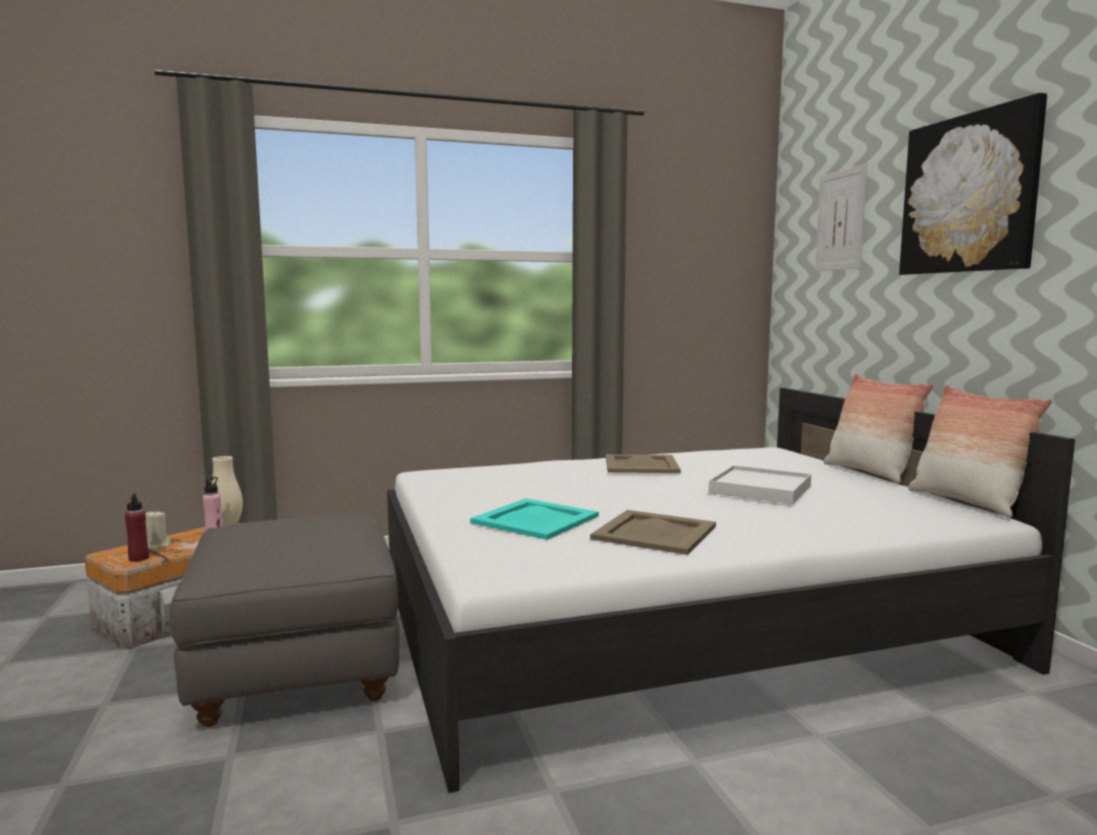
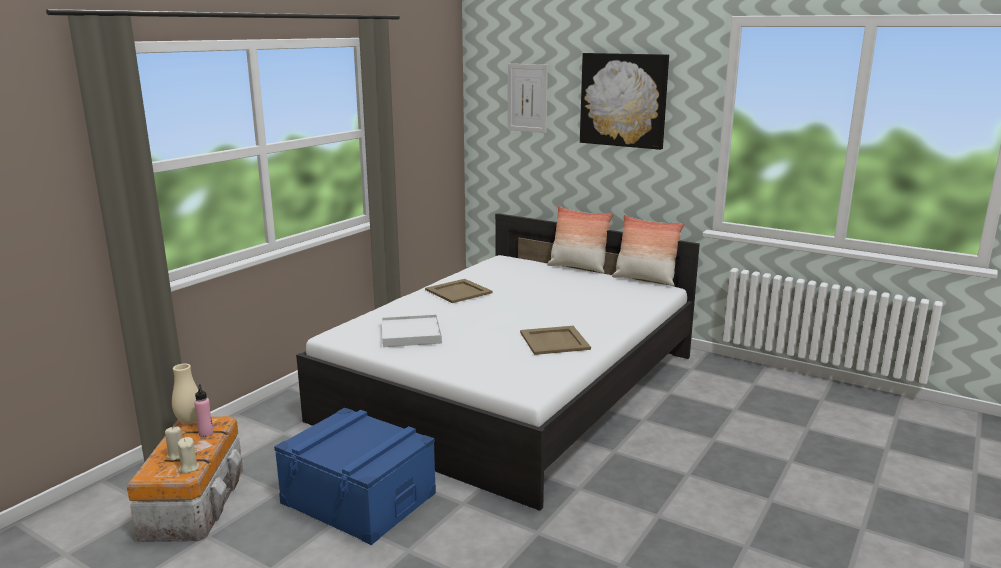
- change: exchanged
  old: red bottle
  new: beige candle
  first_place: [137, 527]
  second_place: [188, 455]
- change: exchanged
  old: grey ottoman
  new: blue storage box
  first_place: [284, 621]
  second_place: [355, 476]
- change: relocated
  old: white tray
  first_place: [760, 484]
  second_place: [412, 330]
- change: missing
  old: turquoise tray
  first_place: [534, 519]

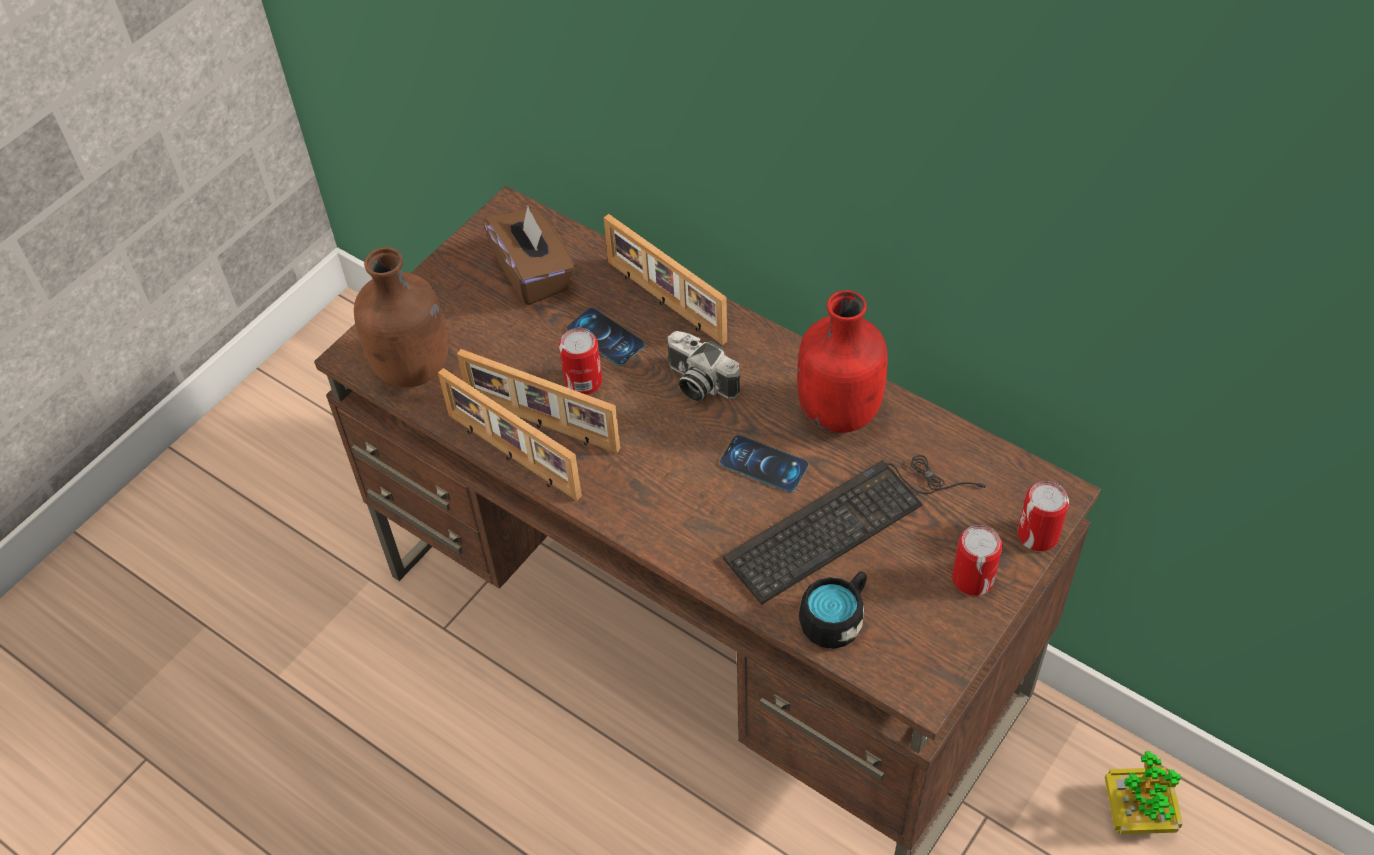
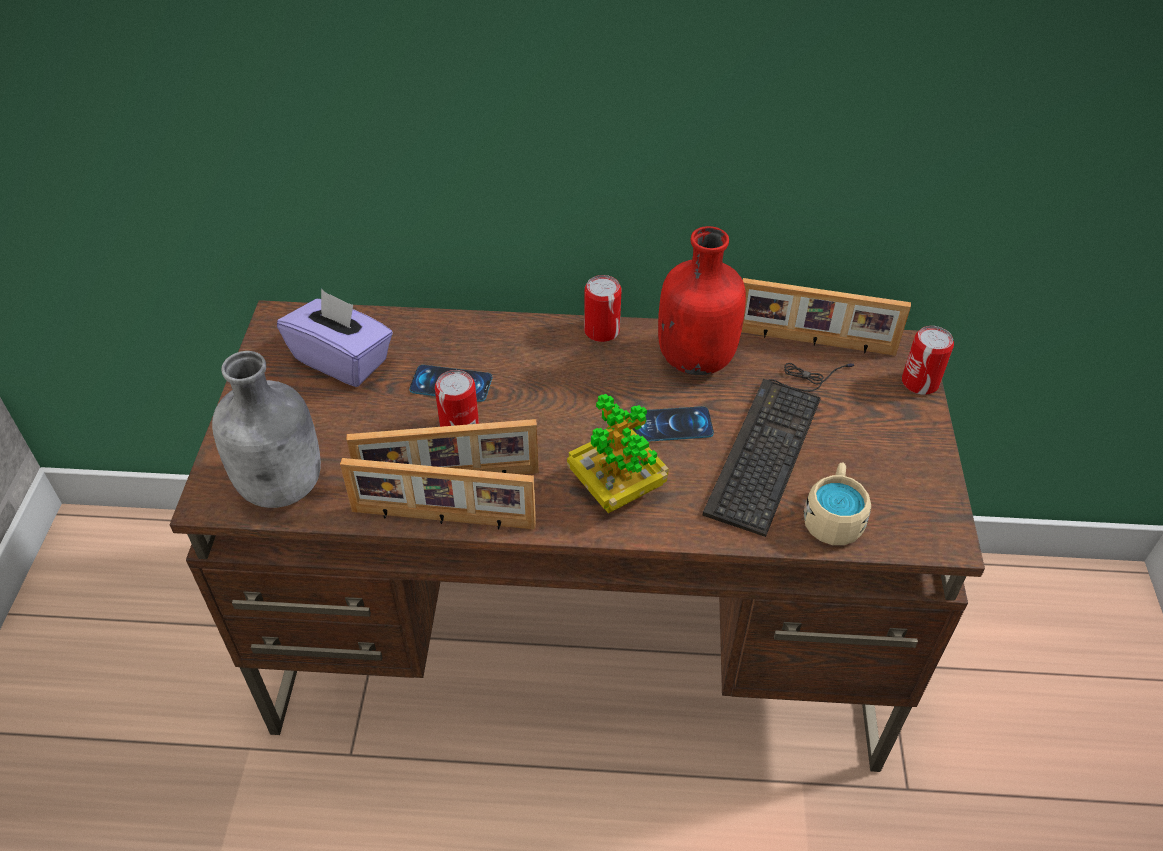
- change: colour
  old: brown bottle
  new: grey bottle
  first_place: [401, 317]
  second_place: [266, 429]
- change: colour
  old: brown tissue box
  new: purple tissue box
  first_place: [529, 255]
  second_place: [335, 338]
- change: relocated
  old: potted plant
  first_place: [1144, 792]
  second_place: [618, 453]
- change: relocated
  old: can
  first_place: [977, 560]
  second_place: [602, 308]
- change: relocated
  old: picture frame
  first_place: [665, 279]
  second_place: [826, 317]
- change: colour
  old: black mug
  new: beige mug
  first_place: [833, 610]
  second_place: [837, 503]
- change: missing
  old: photo camera
  first_place: [703, 366]

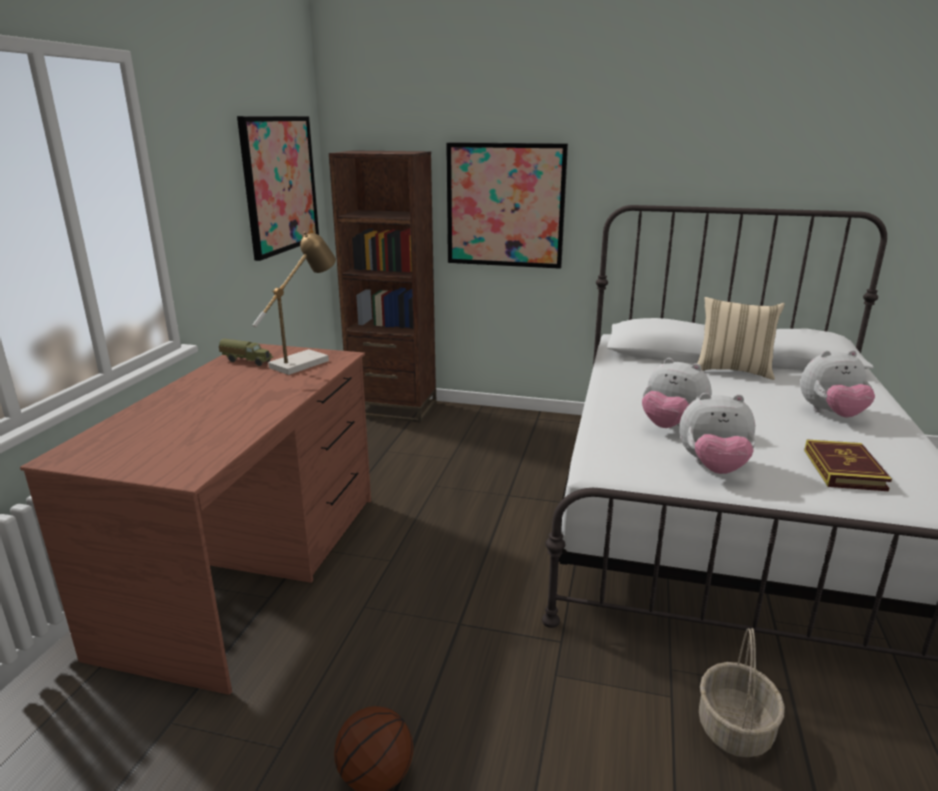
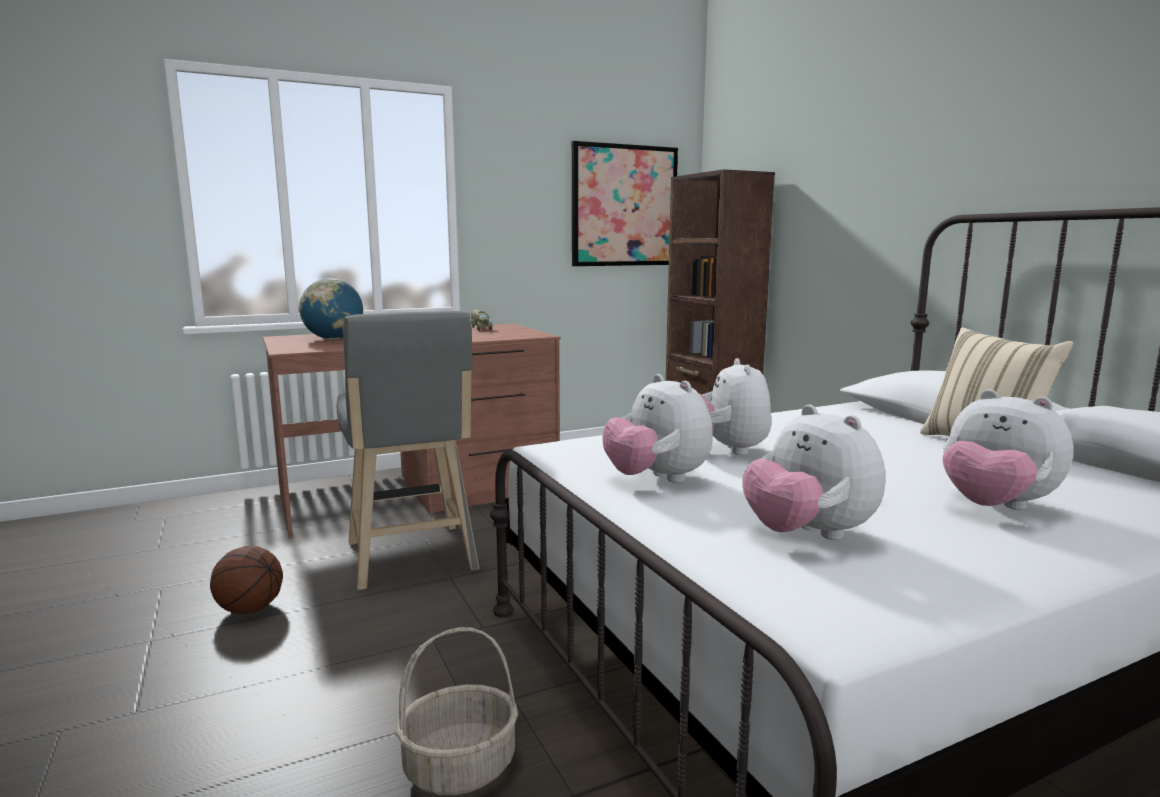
- change: appeared
  new: globe
  second_place: [331, 308]
- change: appeared
  new: grey stool
  second_place: [408, 450]
- change: exchanged
  old: book
  new: plush toy
  first_place: [848, 465]
  second_place: [813, 472]
- change: missing
  old: table lamp
  first_place: [294, 303]
- change: missing
  old: picture
  first_place: [507, 205]

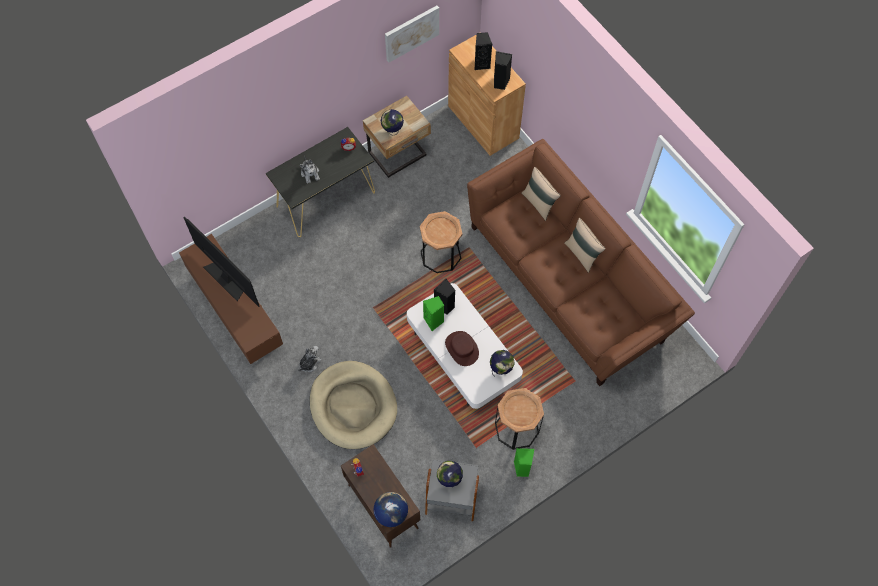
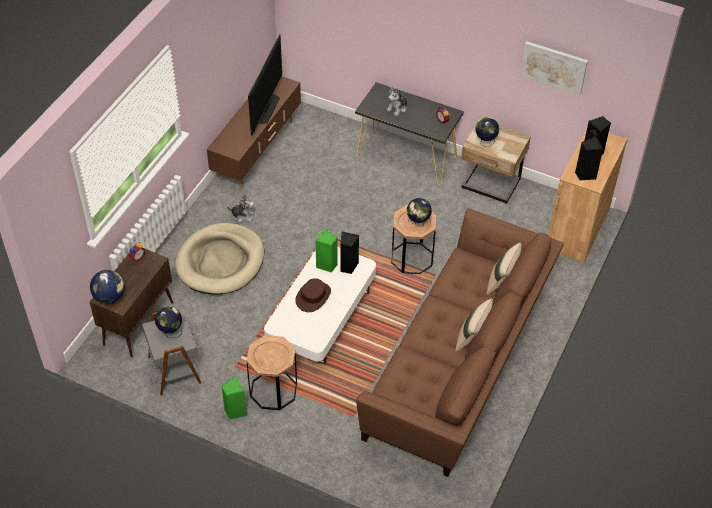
- change: relocated
  old: globe
  first_place: [502, 363]
  second_place: [419, 212]

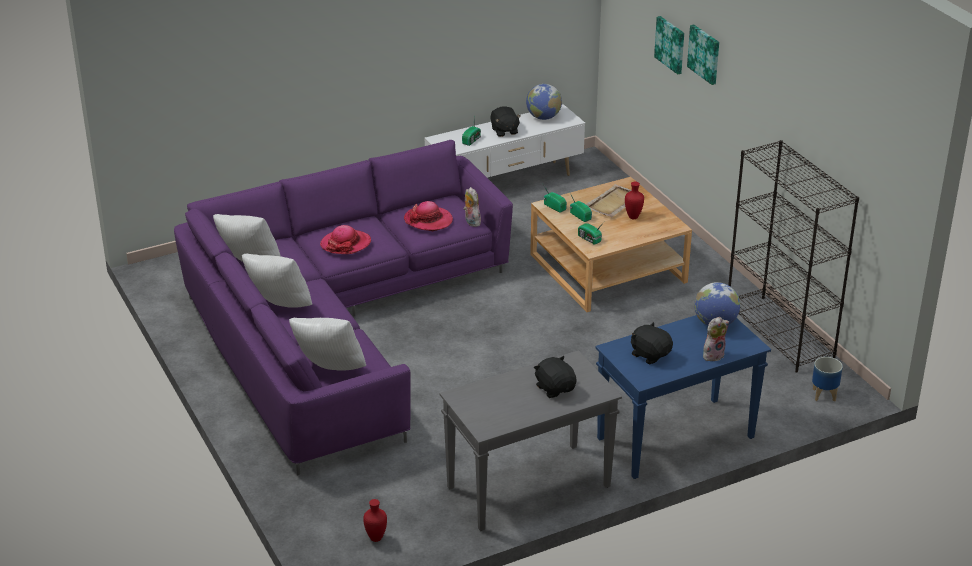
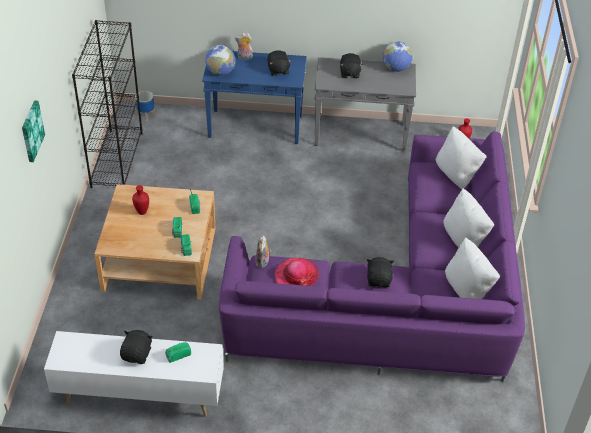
- change: exchanged
  old: hat
  new: black plush toy
  first_place: [345, 239]
  second_place: [380, 272]
- change: relocated
  old: globe
  first_place: [544, 102]
  second_place: [398, 57]
- change: missing
  old: beige tray
  first_place: [614, 200]
- change: missing
  old: picture
  first_place: [669, 45]

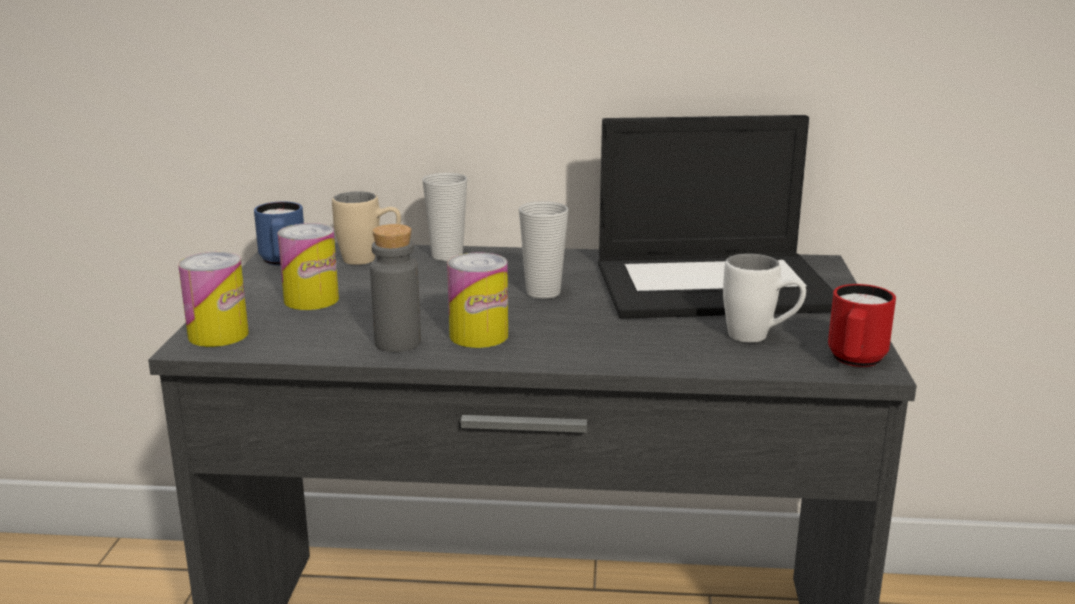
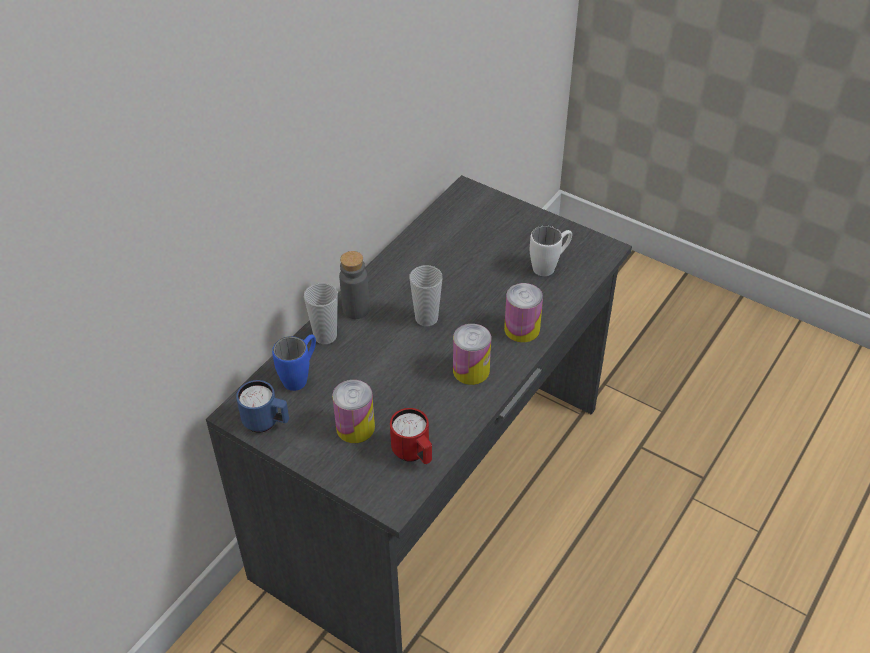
- change: colour
  old: beige mug
  new: blue mug
  first_place: [366, 228]
  second_place: [294, 362]
- change: relocated
  old: grey bottle
  first_place: [395, 288]
  second_place: [354, 285]
- change: relocated
  old: red mug
  first_place: [862, 325]
  second_place: [411, 436]
- change: relocated
  old: can
  first_place: [213, 299]
  second_place: [523, 312]
- change: missing
  old: laptop
  first_place: [716, 217]

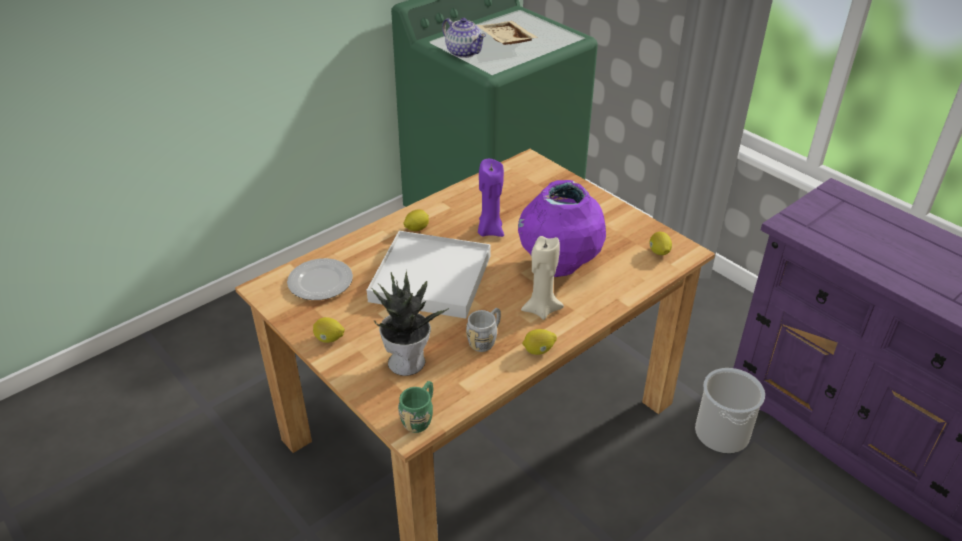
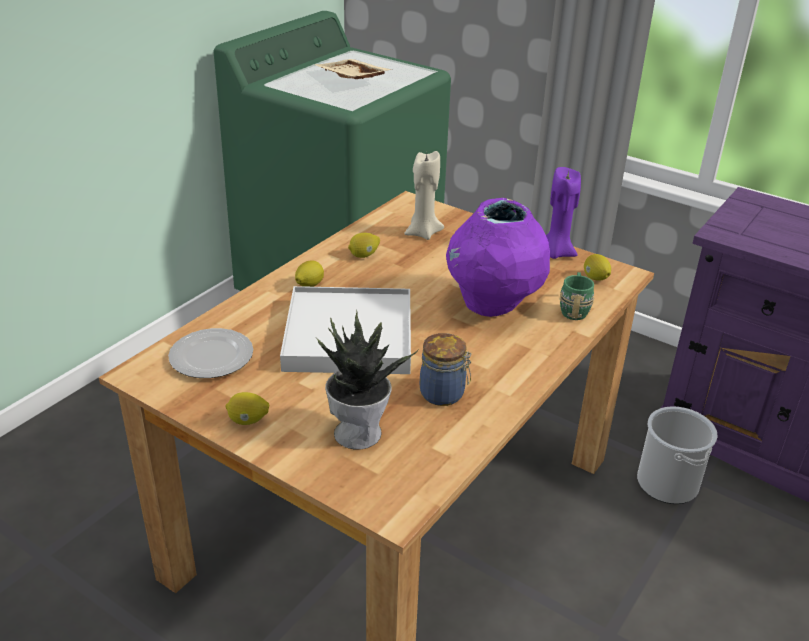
- change: relocated
  old: lemon
  first_place: [539, 342]
  second_place: [364, 245]
- change: relocated
  old: beige candle
  first_place: [542, 278]
  second_place: [424, 195]
- change: exchanged
  old: grey mug
  new: jar
  first_place: [483, 330]
  second_place: [446, 369]
- change: relocated
  old: purple candle
  first_place: [491, 198]
  second_place: [563, 213]
- change: relocated
  old: green mug
  first_place: [415, 407]
  second_place: [577, 296]
- change: missing
  old: teapot
  first_place: [464, 38]

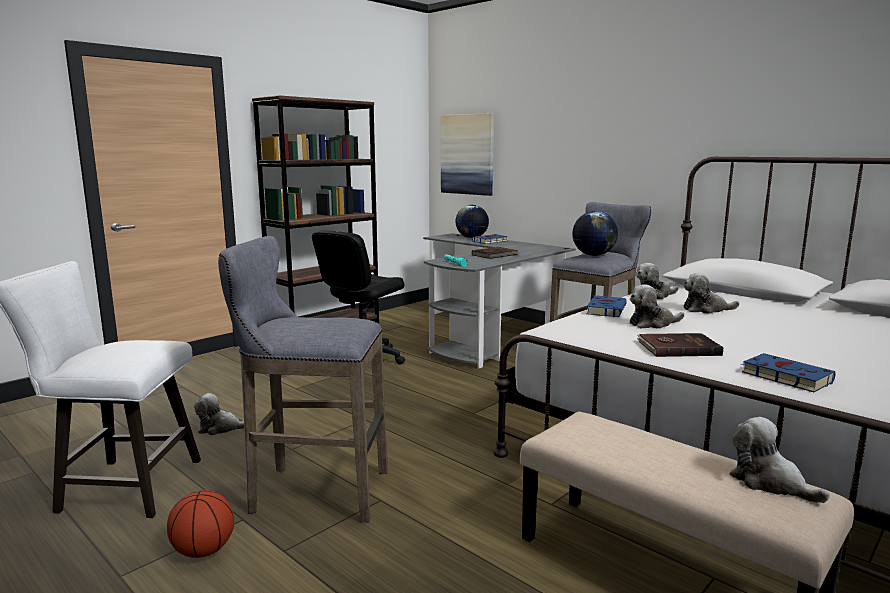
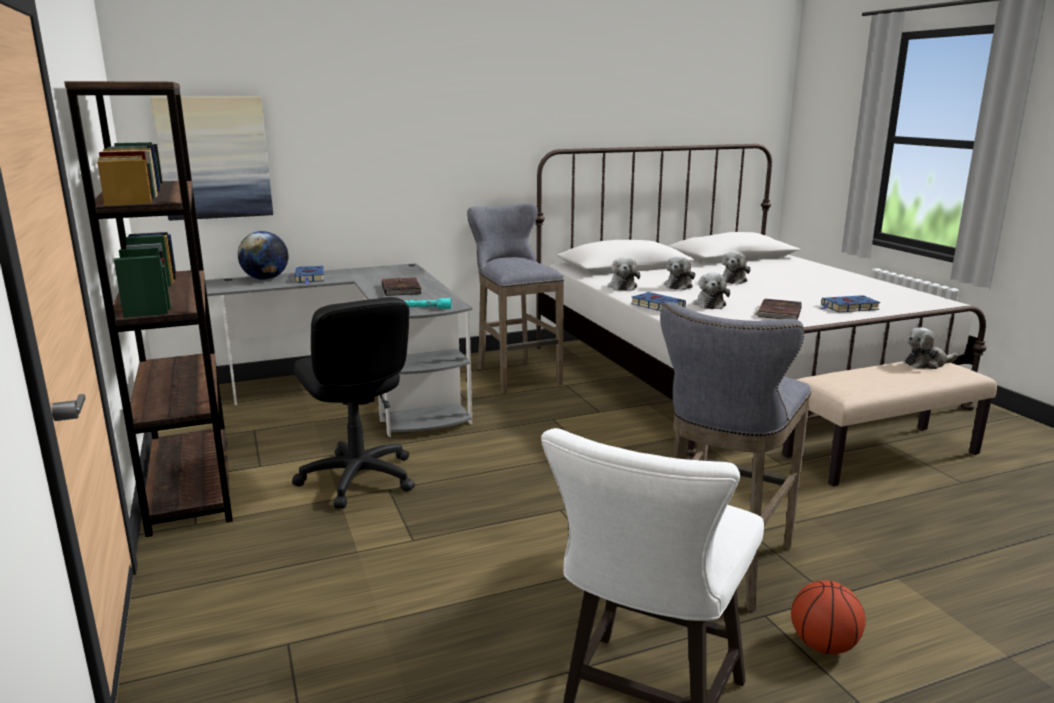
- change: relocated
  old: plush toy
  first_place: [219, 414]
  second_place: [736, 267]
- change: missing
  old: globe
  first_place: [595, 233]

